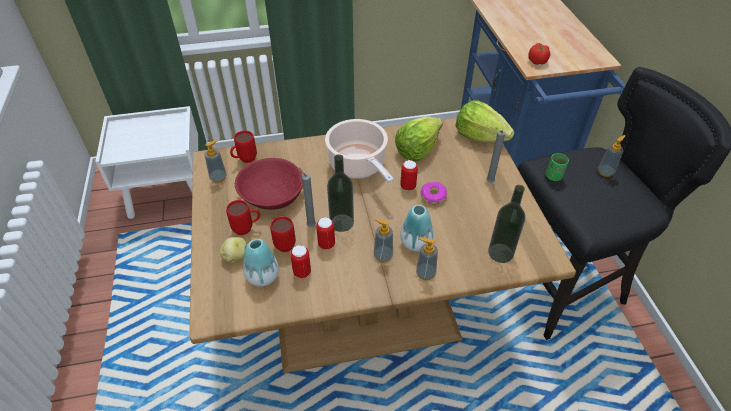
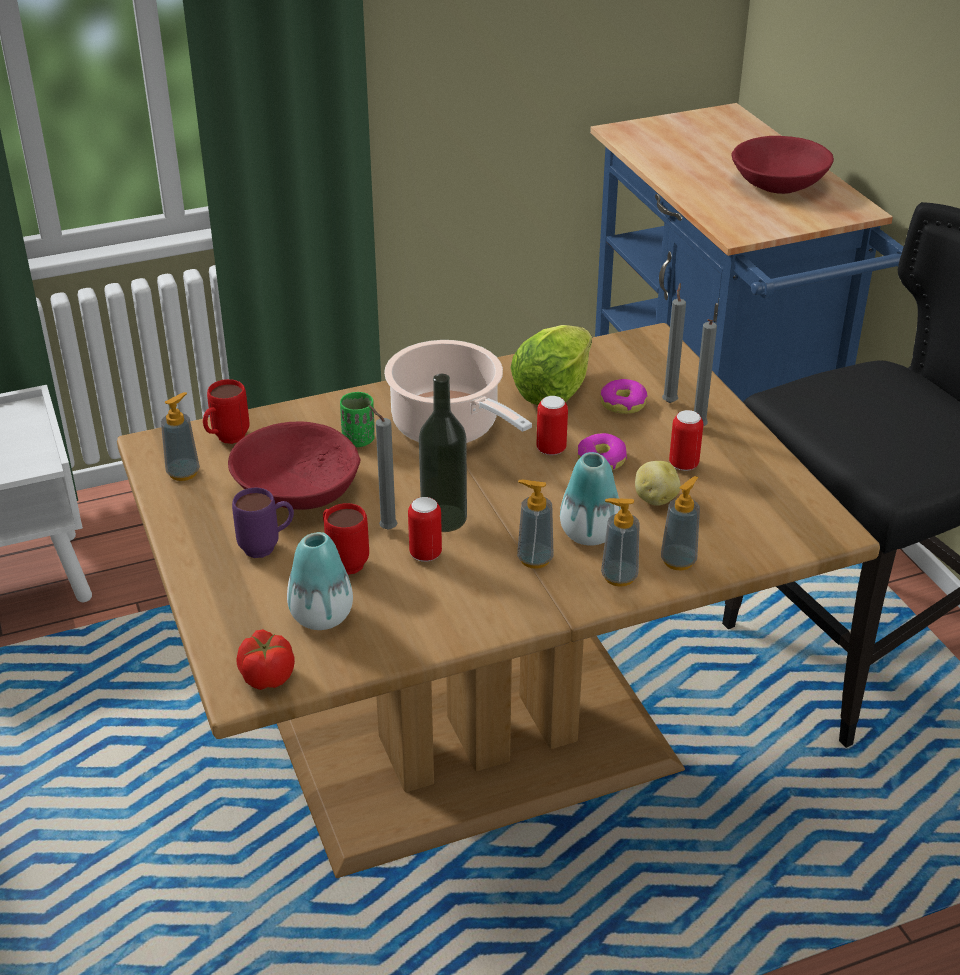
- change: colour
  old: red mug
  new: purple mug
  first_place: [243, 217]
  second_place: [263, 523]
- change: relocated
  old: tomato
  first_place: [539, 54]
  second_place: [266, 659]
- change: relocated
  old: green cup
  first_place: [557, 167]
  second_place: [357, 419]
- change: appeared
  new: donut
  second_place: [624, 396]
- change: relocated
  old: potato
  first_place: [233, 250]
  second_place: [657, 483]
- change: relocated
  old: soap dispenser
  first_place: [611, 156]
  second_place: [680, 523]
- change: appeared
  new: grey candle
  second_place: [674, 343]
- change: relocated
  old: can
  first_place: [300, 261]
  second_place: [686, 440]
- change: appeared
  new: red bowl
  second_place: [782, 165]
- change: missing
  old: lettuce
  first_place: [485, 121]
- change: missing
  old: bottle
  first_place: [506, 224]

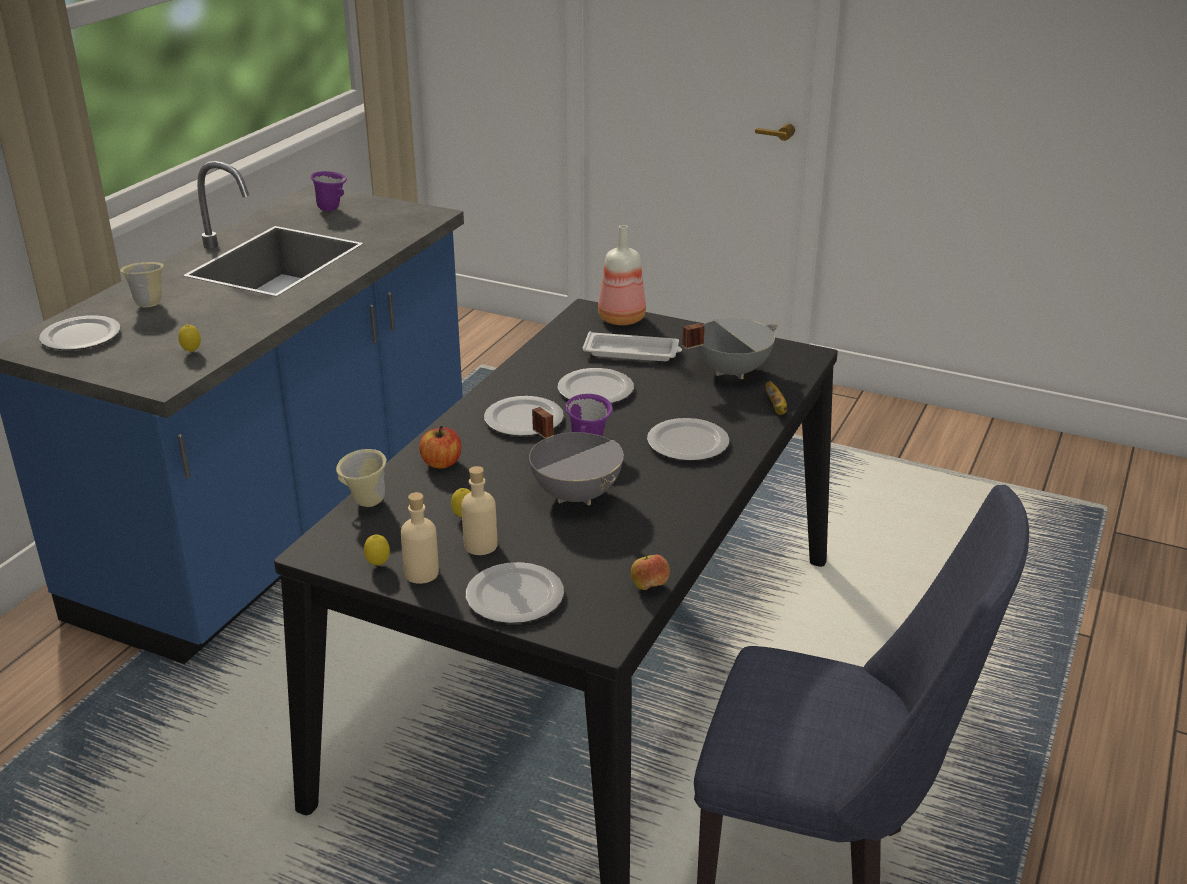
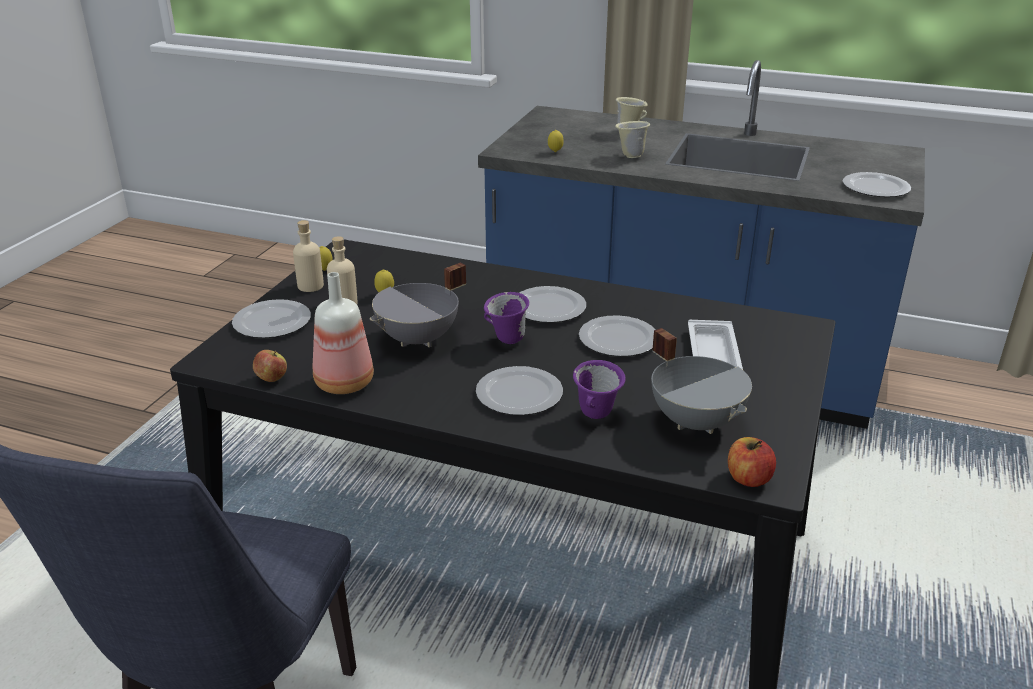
- change: relocated
  old: bottle
  first_place: [622, 275]
  second_place: [343, 333]
- change: relocated
  old: purple mug
  first_place: [329, 191]
  second_place: [599, 389]
- change: relocated
  old: beige mug
  first_place: [361, 478]
  second_place: [632, 139]
- change: relocated
  old: apple
  first_place: [440, 447]
  second_place: [752, 462]
- change: relocated
  old: plate
  first_place: [79, 332]
  second_place: [877, 184]
- change: missing
  old: banana
  first_place: [776, 398]

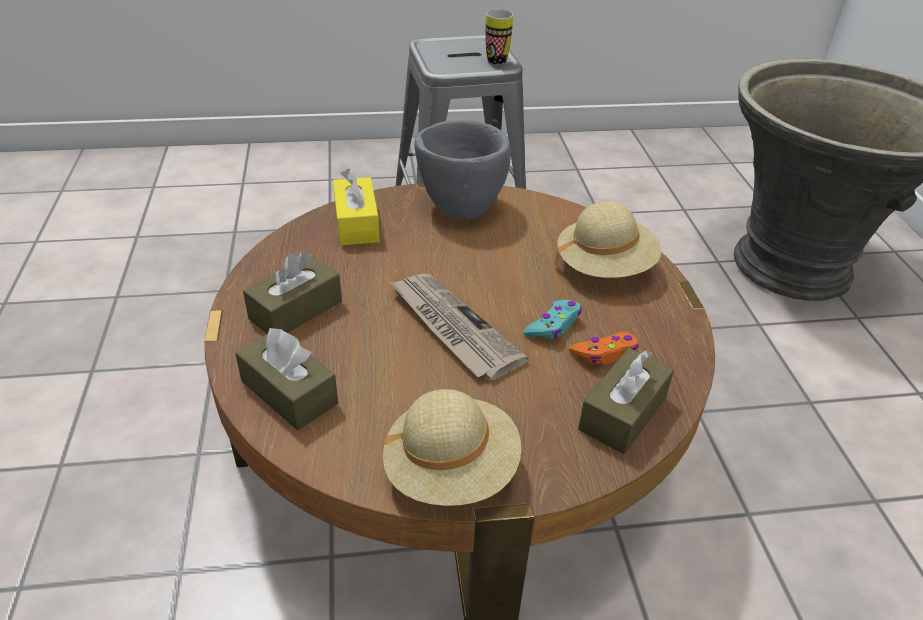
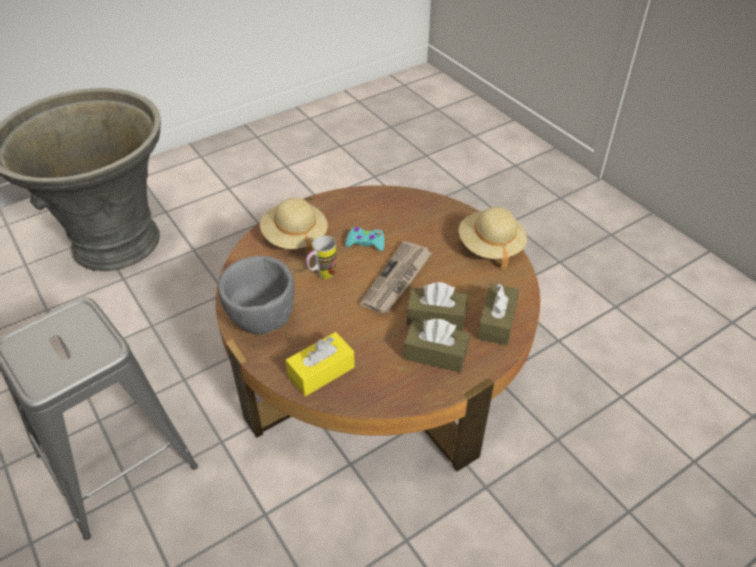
- change: relocated
  old: mug
  first_place: [499, 36]
  second_place: [321, 257]
- change: relocated
  old: brown tissue box
  first_place: [626, 401]
  second_place: [436, 306]
- change: missing
  old: orange game controller
  first_place: [604, 348]

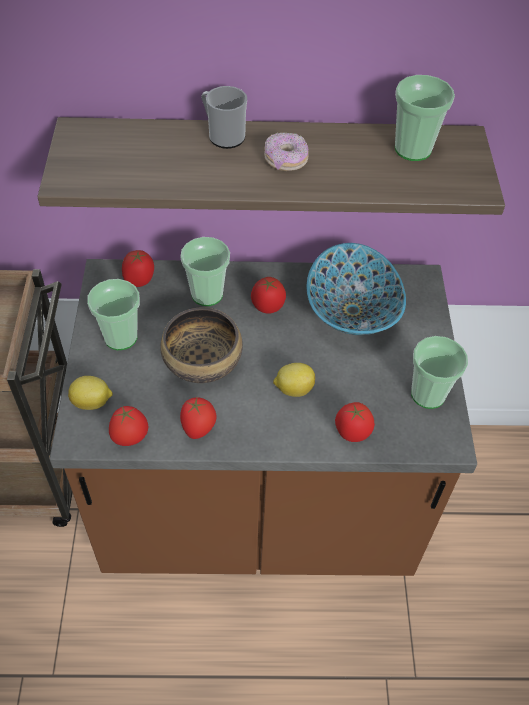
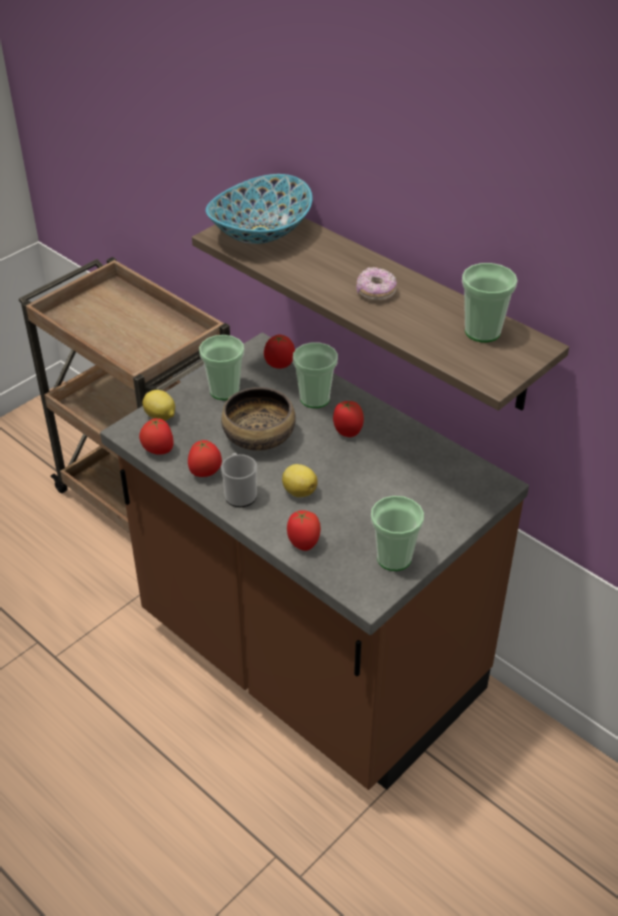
- change: relocated
  old: bowl
  first_place: [356, 289]
  second_place: [259, 209]
- change: relocated
  old: mug
  first_place: [224, 117]
  second_place: [239, 480]

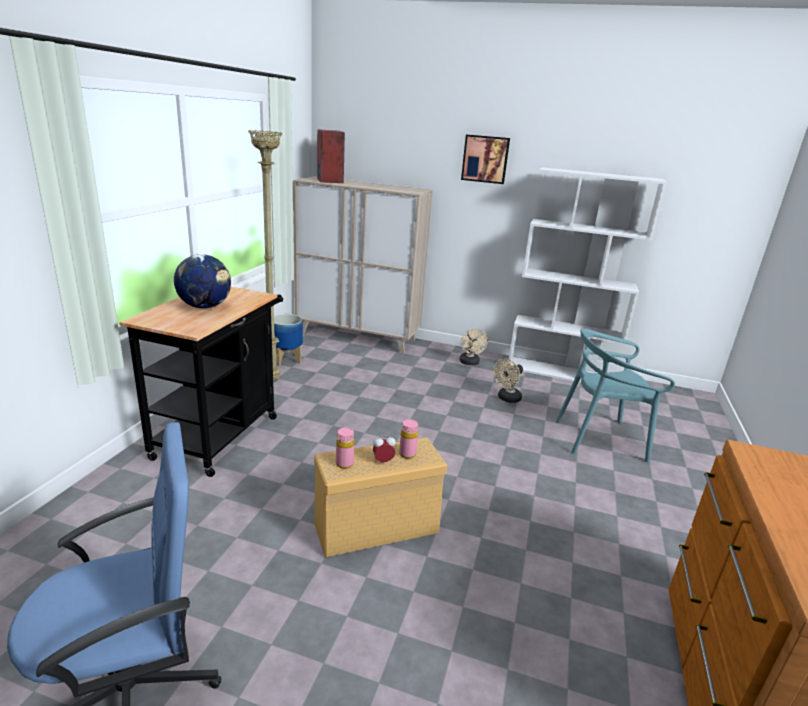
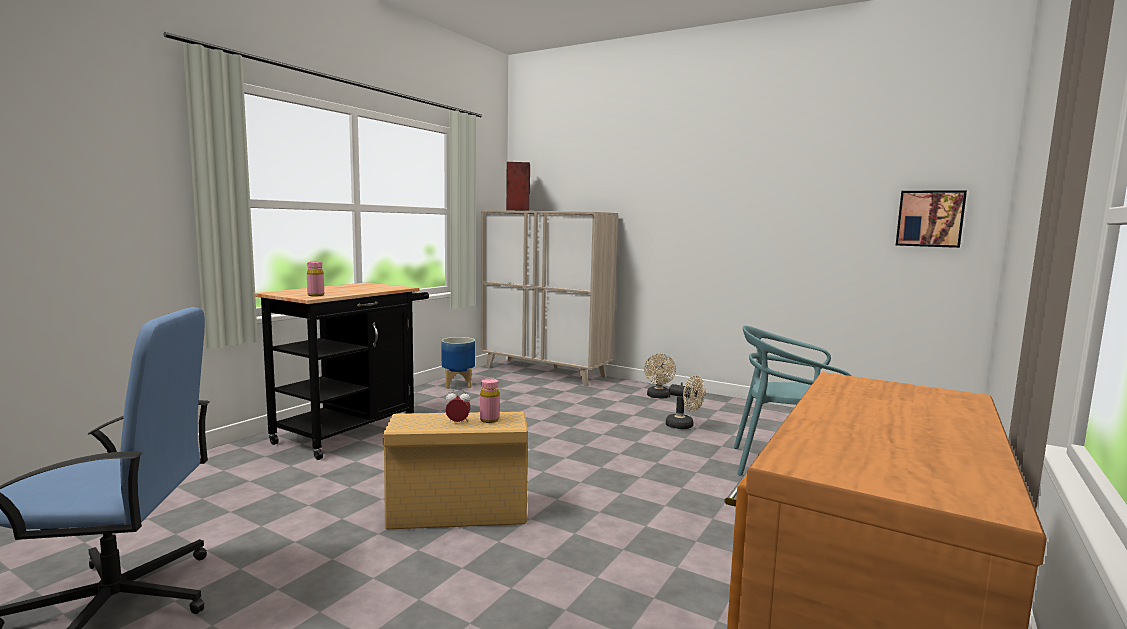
- change: relocated
  old: pink bottle
  first_place: [345, 448]
  second_place: [315, 279]
- change: spun
  old: beige fan
  first_place: [508, 380]
  second_place: [685, 402]
  degrees: -120
- change: relocated
  old: picture
  first_place: [485, 159]
  second_place: [931, 219]
- change: missing
  old: globe
  first_place: [202, 281]
- change: missing
  old: beige floor lamp
  first_place: [265, 255]
- change: missing
  old: white bookcase
  first_place: [587, 275]

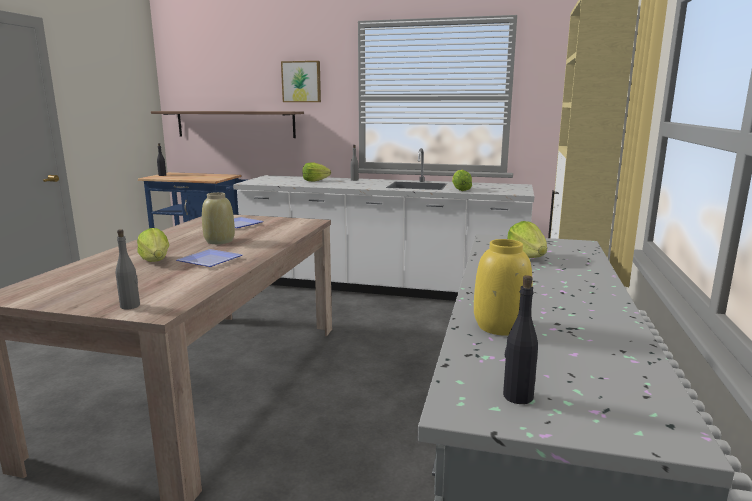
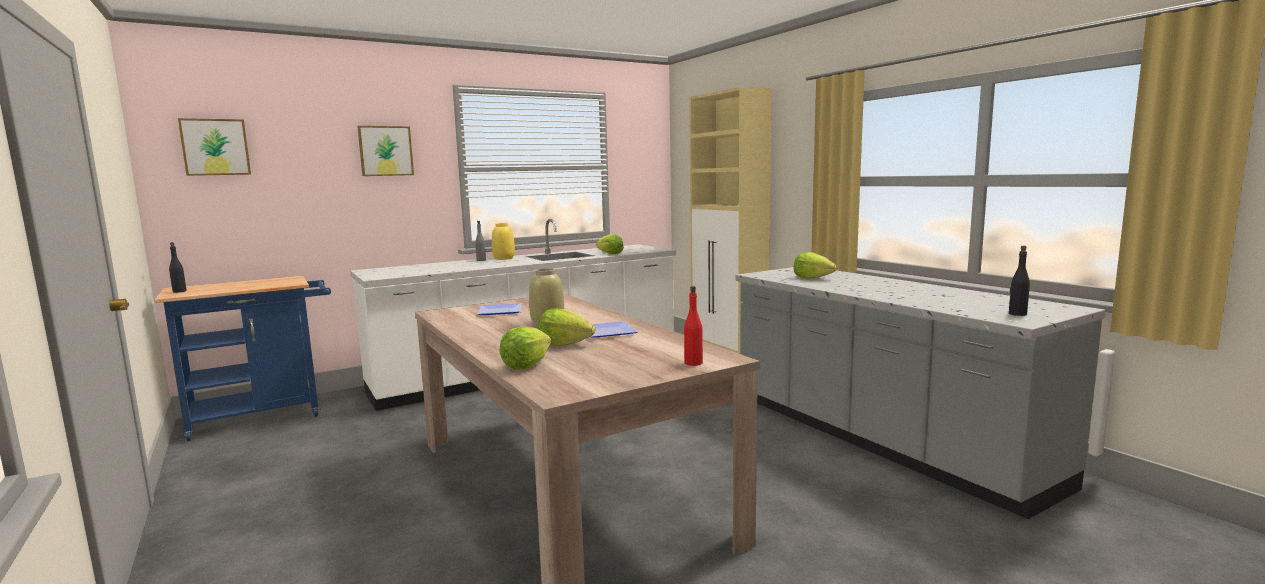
- change: appeared
  new: picture
  second_place: [214, 147]
- change: relocated
  old: yellow vase
  first_place: [503, 287]
  second_place: [503, 241]
- change: relocated
  old: lettuce
  first_place: [316, 172]
  second_place: [525, 348]
- change: colour
  old: grey bottle
  new: red bottle
  first_place: [128, 269]
  second_place: [693, 326]
- change: missing
  old: shelf
  first_place: [227, 124]

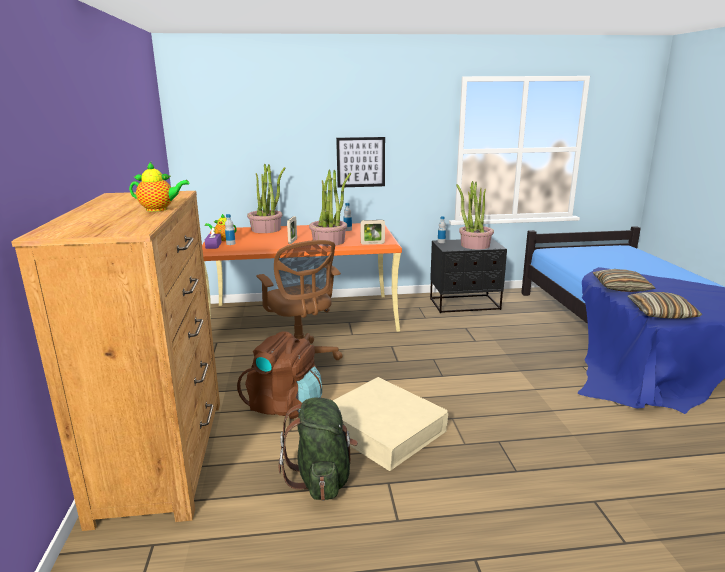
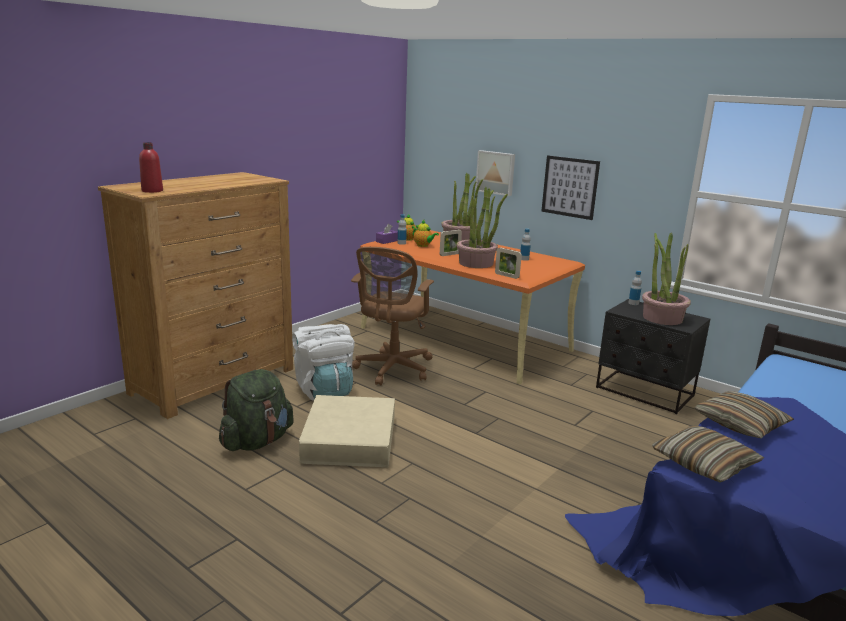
- change: appeared
  new: red bottle
  second_place: [151, 167]
- change: colour
  old: brown backpack
  new: white backpack
  first_place: [279, 375]
  second_place: [323, 362]
- change: relocated
  old: teapot
  first_place: [159, 187]
  second_place: [426, 233]
- change: appeared
  new: picture
  second_place: [495, 173]

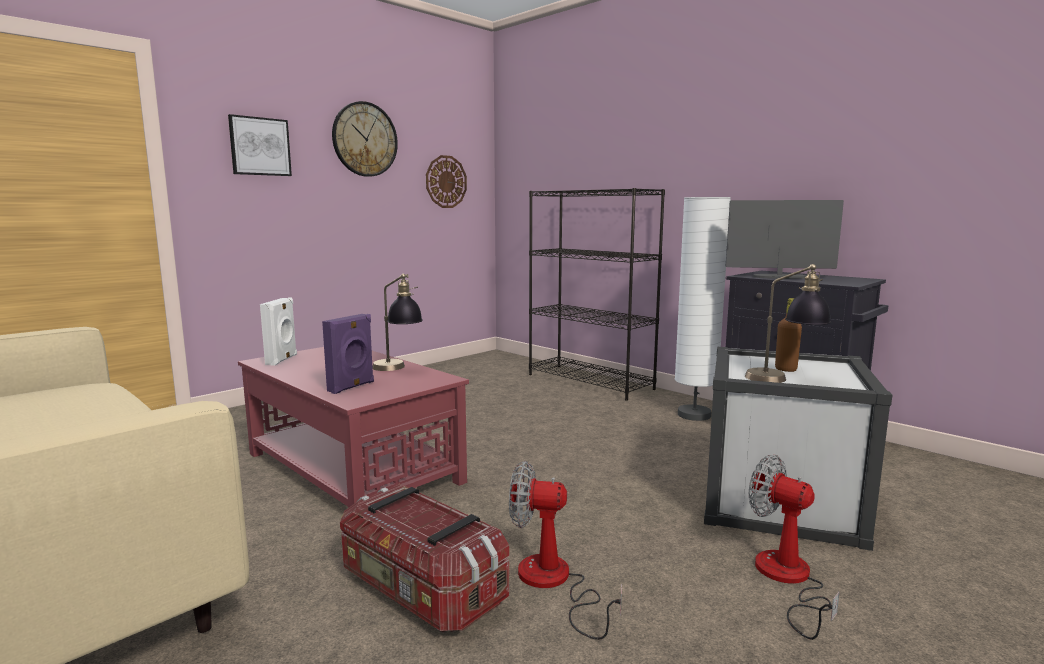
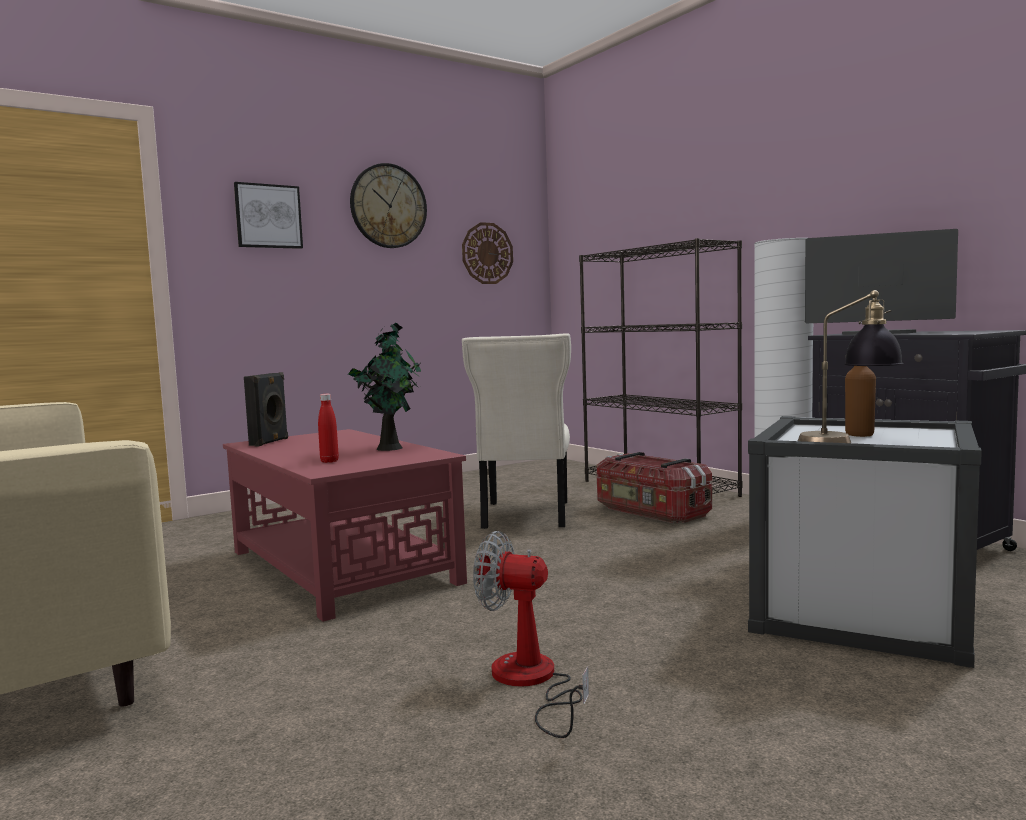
- change: colour
  old: white speaker
  new: black speaker
  first_place: [278, 332]
  second_place: [266, 409]
- change: exchanged
  old: purple speaker
  new: red bottle
  first_place: [348, 354]
  second_place: [328, 428]
- change: exchanged
  old: table lamp
  new: potted plant
  first_place: [397, 322]
  second_place: [384, 387]
- change: appeared
  new: beige chair
  second_place: [516, 431]
- change: relocated
  old: storage box
  first_place: [424, 557]
  second_place: [654, 487]
- change: missing
  old: fan
  first_place: [794, 547]

